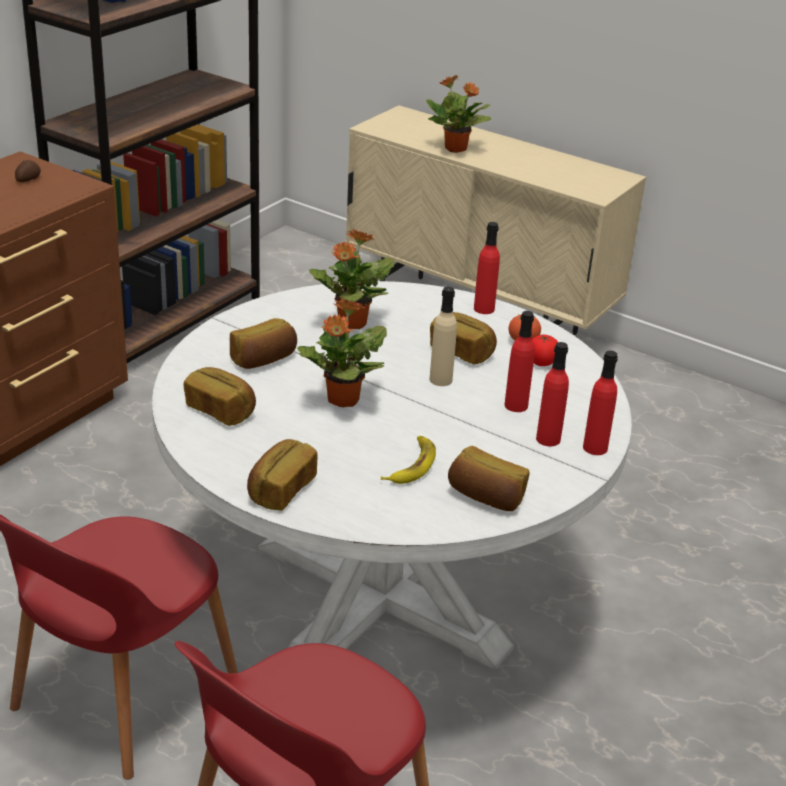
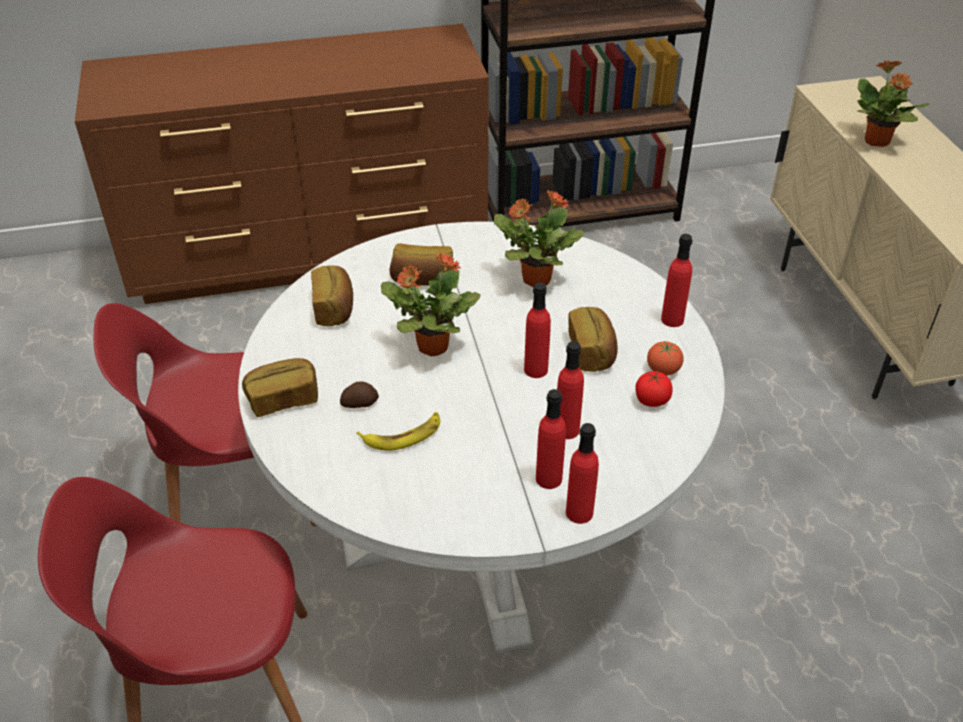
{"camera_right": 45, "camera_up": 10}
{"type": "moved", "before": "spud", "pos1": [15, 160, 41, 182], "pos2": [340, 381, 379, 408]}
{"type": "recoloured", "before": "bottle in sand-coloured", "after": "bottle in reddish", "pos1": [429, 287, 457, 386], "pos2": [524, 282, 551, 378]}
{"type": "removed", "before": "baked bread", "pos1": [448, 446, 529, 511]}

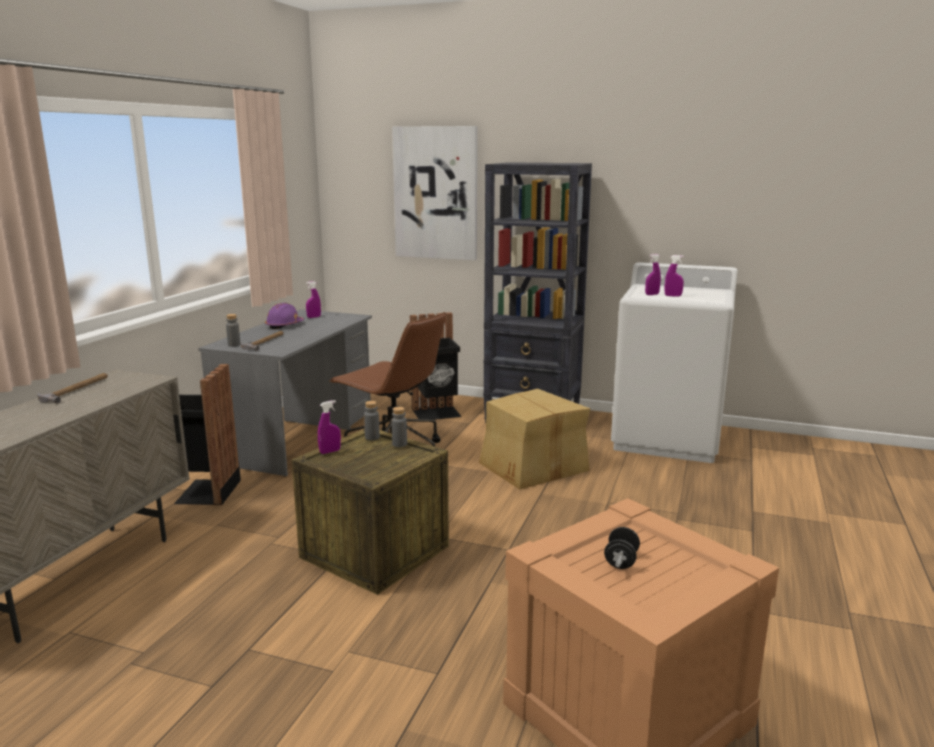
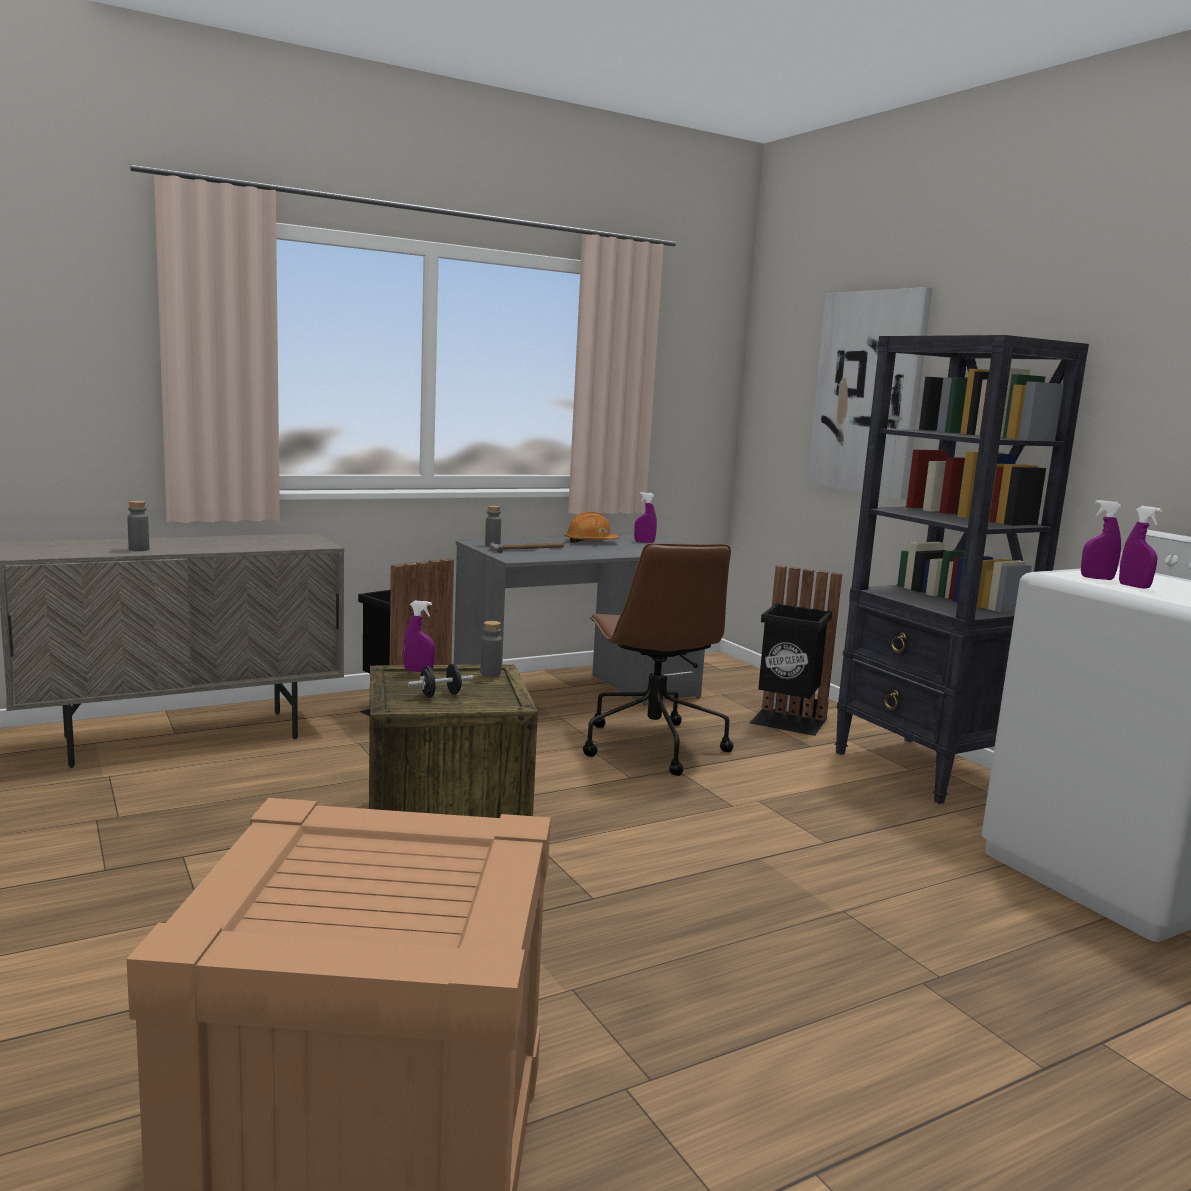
{"camera_right": 40, "camera_up": -5}
{"type": "recoloured", "before": "hard hat in purple", "after": "hard hat in orange-coloured", "pos1": [265, 303, 304, 329], "pos2": [565, 511, 619, 543]}
{"type": "removed", "before": "tool hammer", "pos1": [37, 373, 108, 403]}
{"type": "removed", "before": "packing box", "pos1": [479, 389, 590, 490]}
{"type": "moved", "before": "bottle in gray", "pos1": [392, 407, 407, 447], "pos2": [127, 501, 149, 551]}
{"type": "moved", "before": "free weight in black", "pos1": [604, 527, 640, 569], "pos2": [408, 664, 474, 698]}

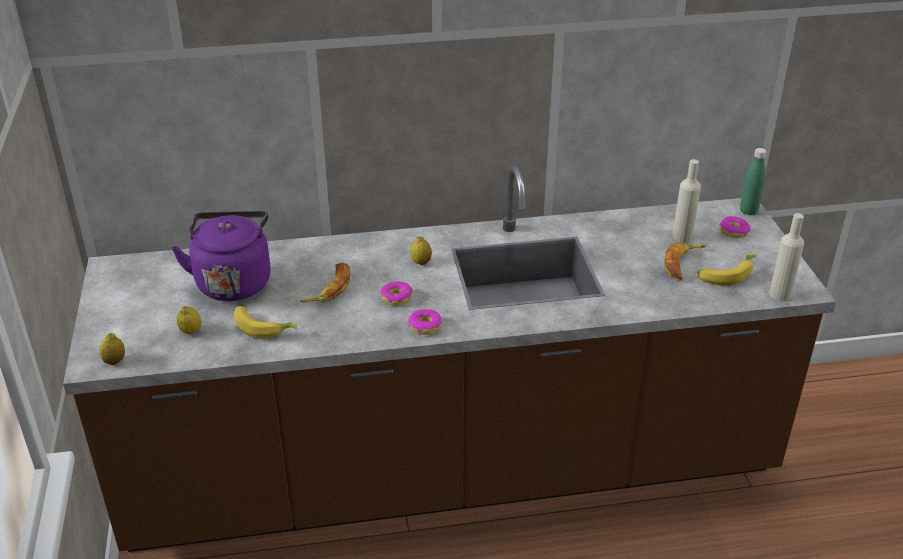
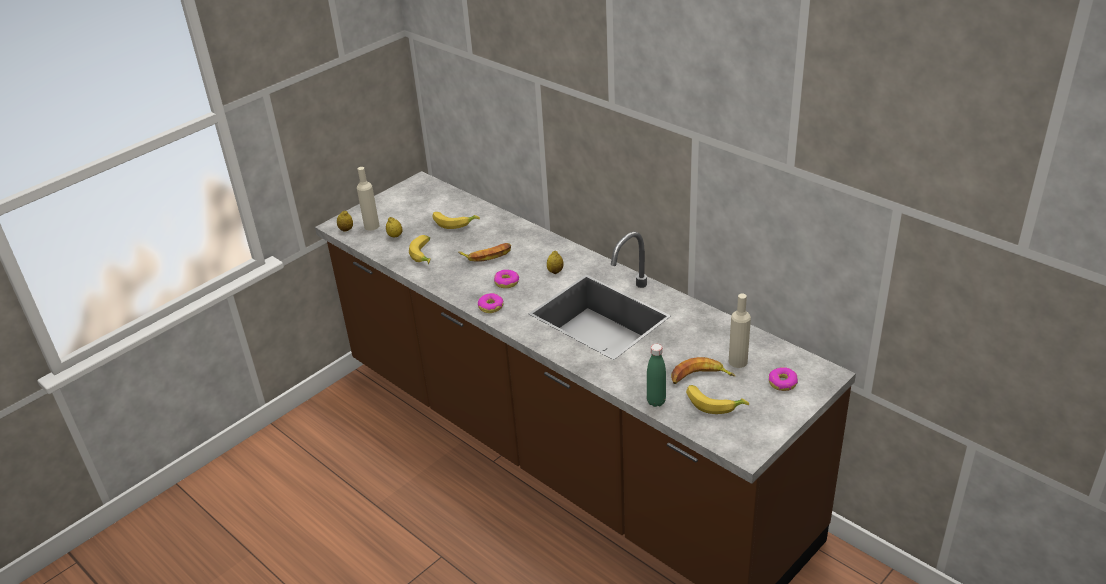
{"camera_right": 55, "camera_up": 0}
{"type": "moved", "before": "bottle in green-coloured", "pos1": [740, 148, 767, 215], "pos2": [647, 344, 666, 407]}
{"type": "replaced", "before": "tea kettle in purple", "after": "whole banana", "pos1": [171, 211, 271, 301], "pos2": [432, 212, 480, 229]}
{"type": "moved", "before": "bottle in sand-coloured", "pos1": [769, 213, 804, 301], "pos2": [357, 167, 379, 231]}

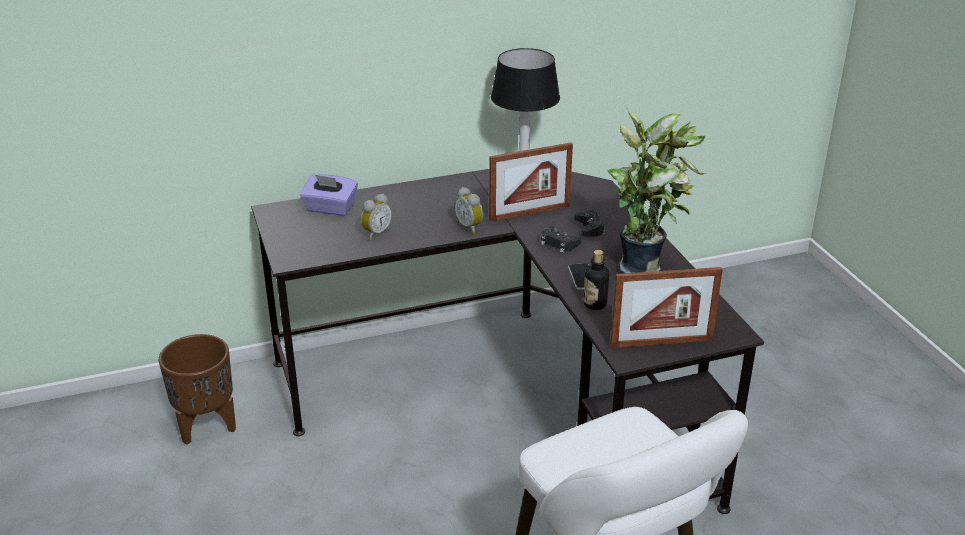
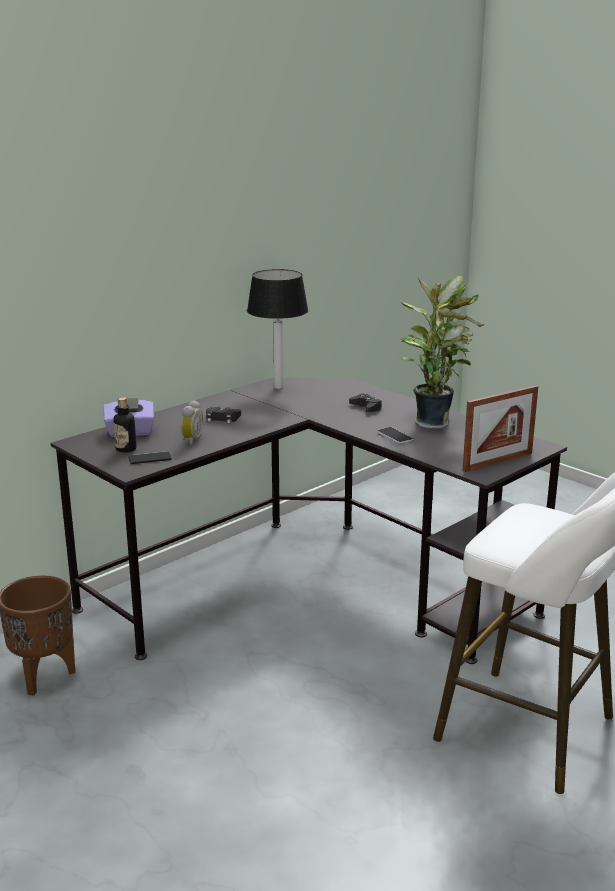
{"camera_right": -25, "camera_up": -10}
{"type": "removed", "before": "photo frame", "pos1": [489, 143, 573, 222]}
{"type": "removed", "before": "alarm clock", "pos1": [455, 187, 483, 234]}
{"type": "moved", "before": "joypad in black", "pos1": [541, 226, 581, 253], "pos2": [206, 406, 241, 423]}
{"type": "moved", "before": "bottle", "pos1": [583, 250, 609, 310], "pos2": [113, 397, 136, 453]}
{"type": "added", "after": "handset", "pos2": [128, 451, 172, 464]}

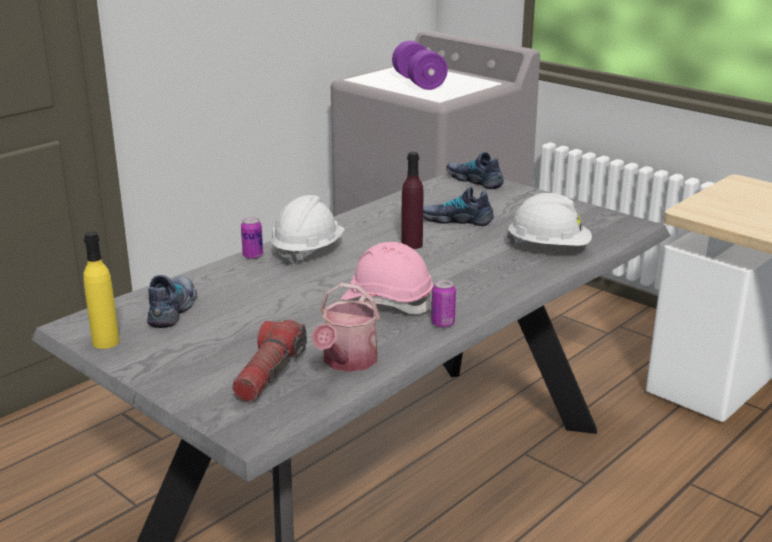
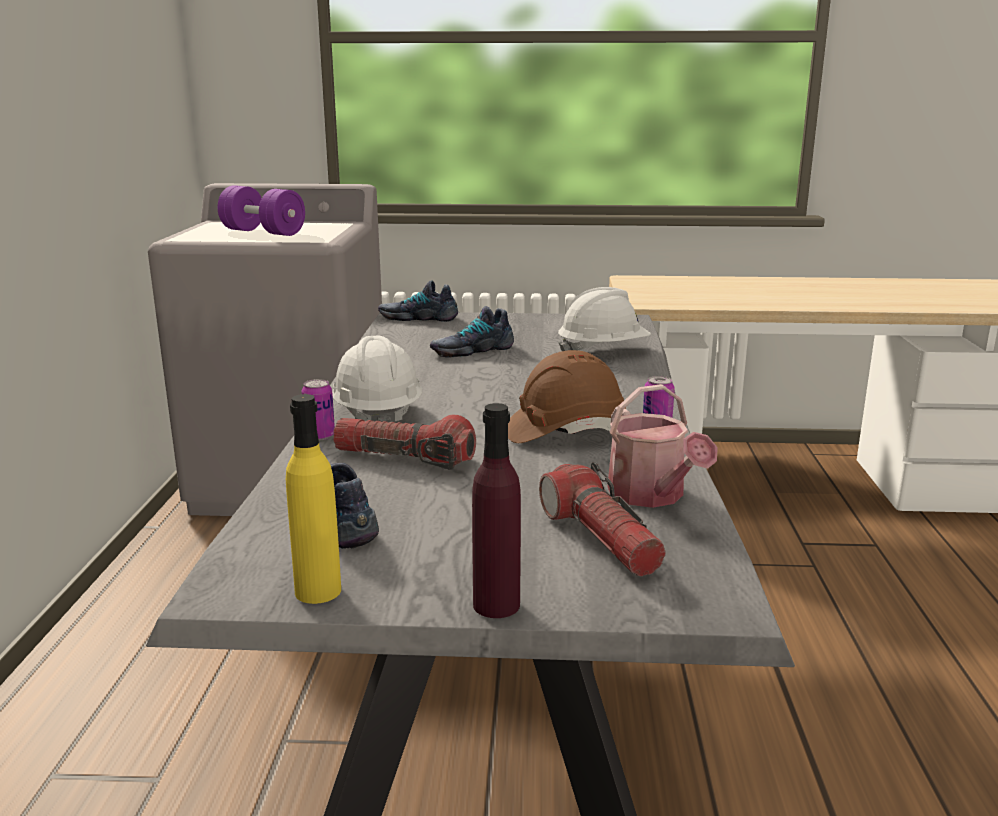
{"camera_right": -40, "camera_up": -5}
{"type": "moved", "before": "bottle in purple", "pos1": [401, 152, 423, 249], "pos2": [472, 403, 521, 618]}
{"type": "recoloured", "before": "hard hat in pinkish", "after": "hard hat in brownish", "pos1": [341, 242, 433, 314], "pos2": [508, 350, 626, 443]}
{"type": "added", "after": "flashlight", "pos2": [333, 415, 476, 470]}

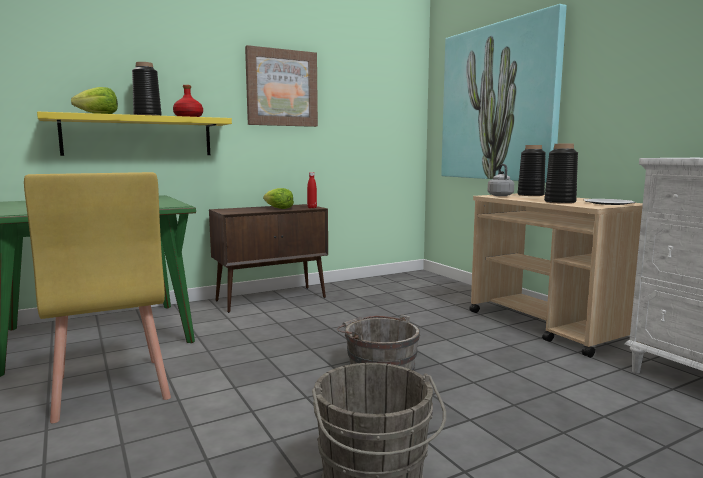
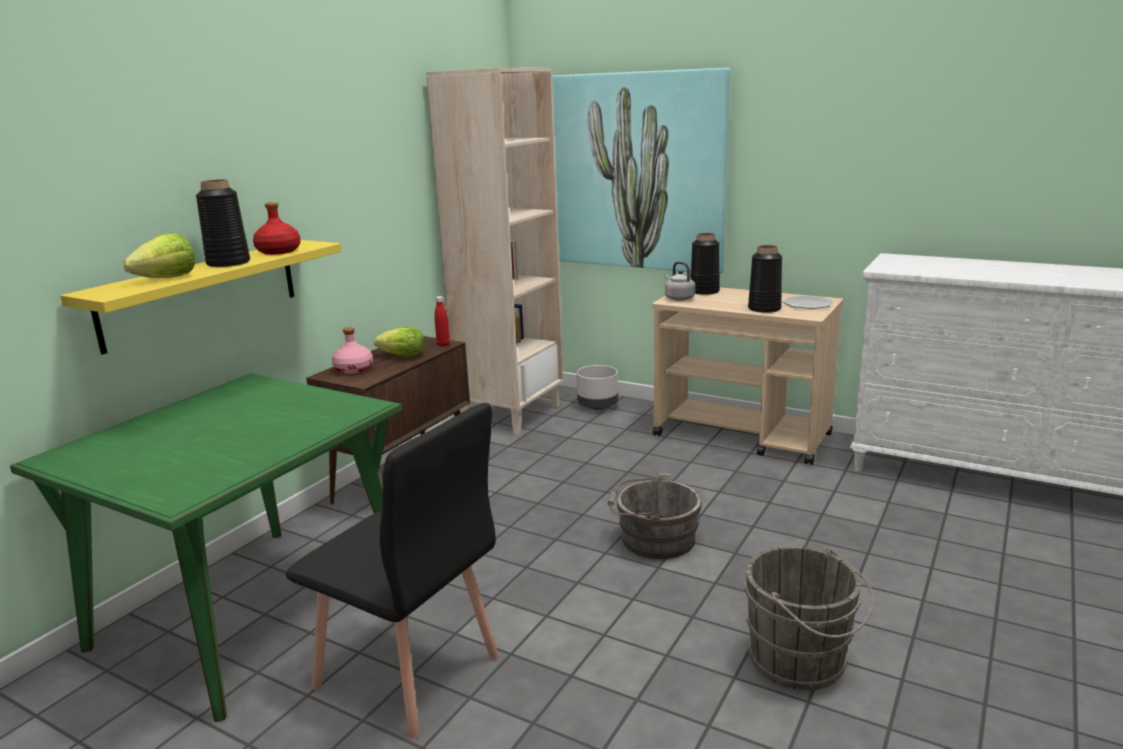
{"camera_right": -30, "camera_up": 10}
{"type": "removed", "before": "wall picture", "pos1": [245, 45, 318, 127]}
{"type": "recoloured", "before": "chair in yellow-coloured", "after": "chair in black", "pos1": [24, 172, 171, 423], "pos2": [286, 403, 499, 739]}
{"type": "added", "after": "bookcase in sand-coloured", "pos2": [426, 68, 564, 435]}
{"type": "added", "after": "bottle in pinkish", "pos2": [332, 327, 373, 374]}
{"type": "added", "after": "flower pot in gray", "pos2": [577, 365, 618, 410]}

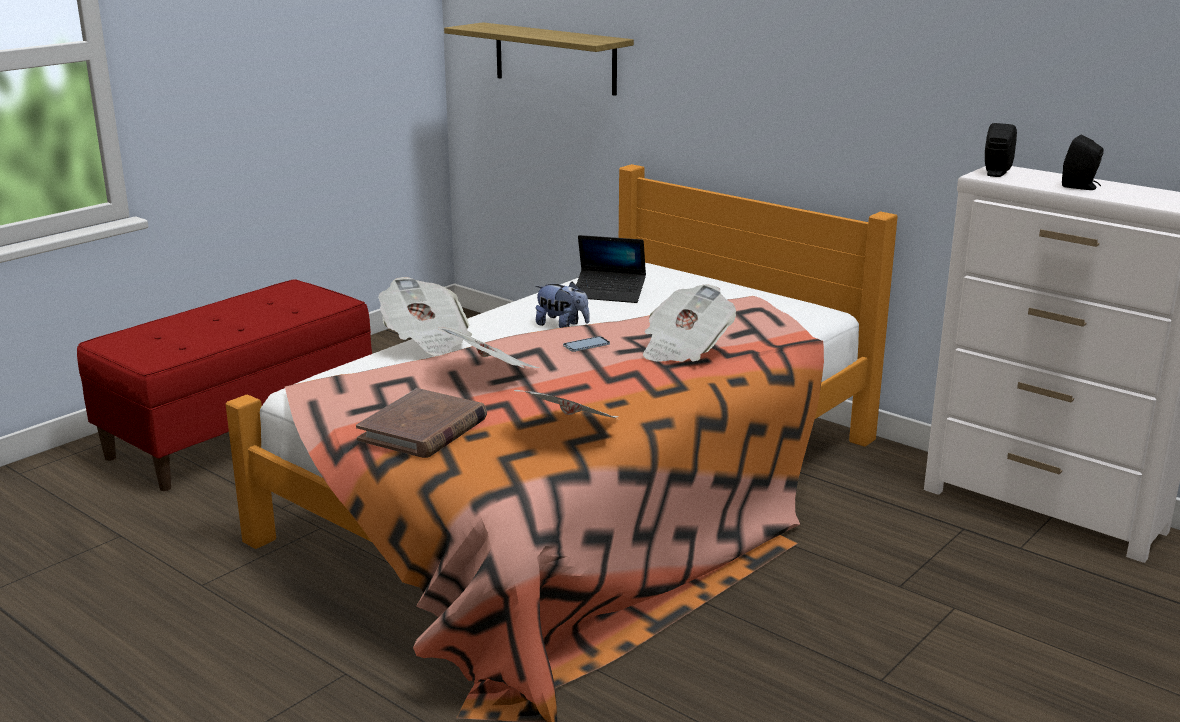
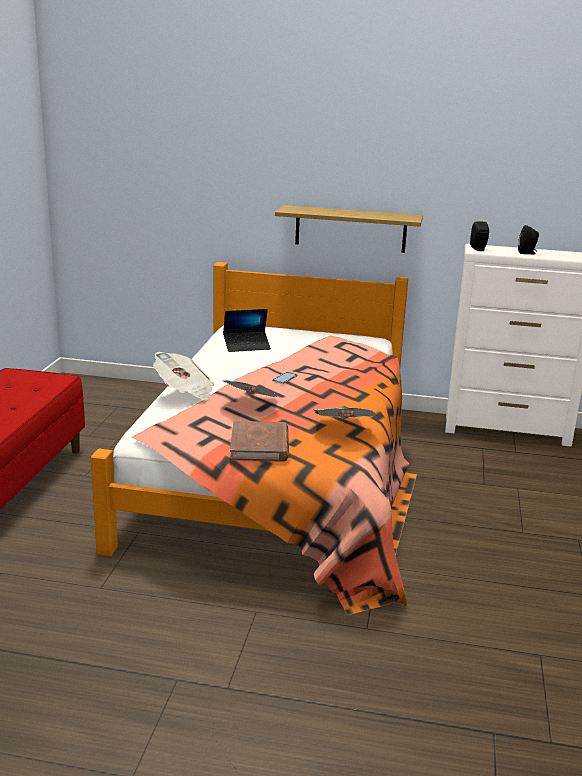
{"camera_right": -30, "camera_up": 0}
{"type": "moved", "before": "bracket shelf", "pos1": [444, 22, 634, 96], "pos2": [275, 205, 423, 253]}
{"type": "removed", "before": "plush toy", "pos1": [535, 282, 590, 328]}
{"type": "removed", "before": "newspaper", "pos1": [643, 284, 736, 362]}

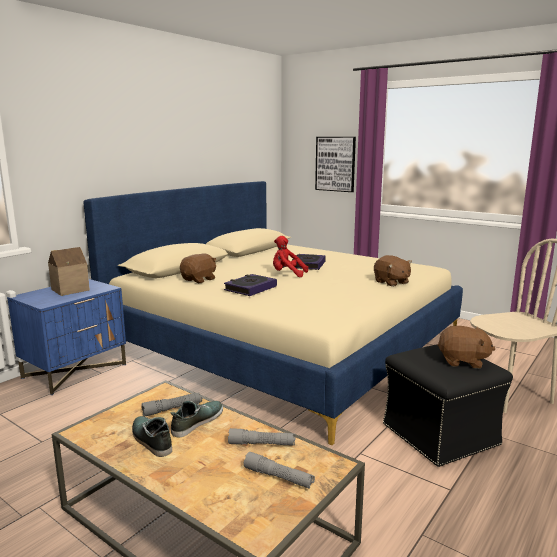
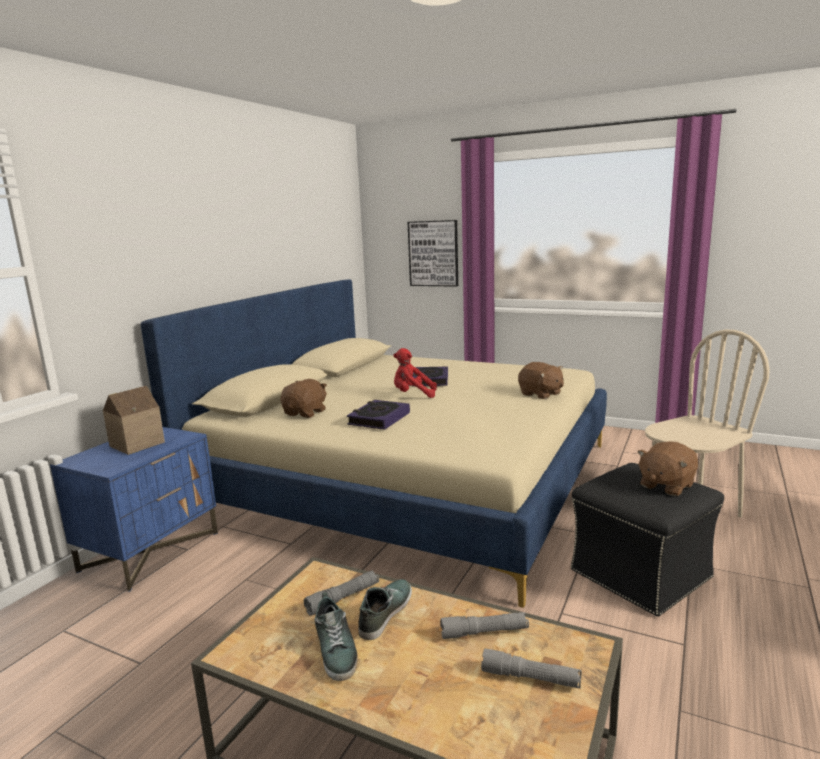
{"camera_right": -10, "camera_up": 0}
{"type": "turned", "before": "plush toy in brownish", "pos1": [437, 326, 495, 368], "pos2": [637, 441, 698, 496], "turn": 135}
{"type": "turned", "before": "low shoe", "pos1": [132, 416, 172, 457], "pos2": [314, 592, 358, 681], "turn": -150}

